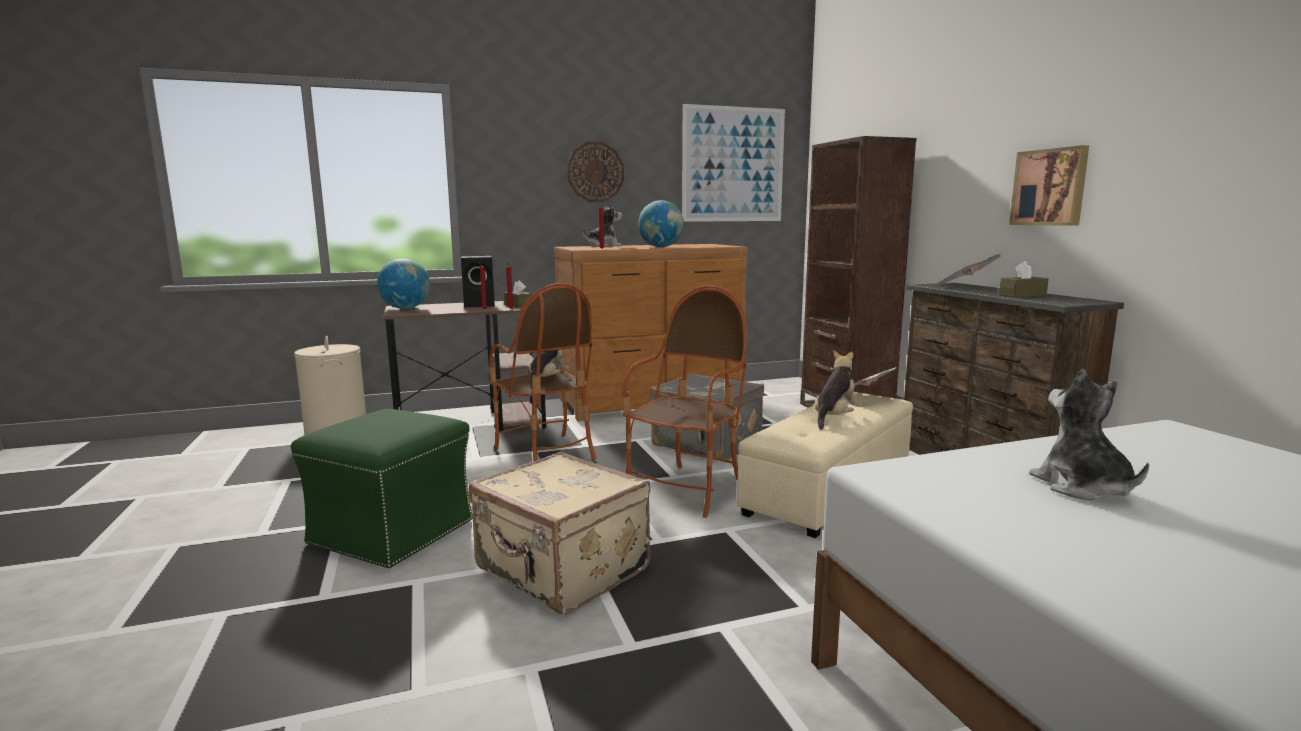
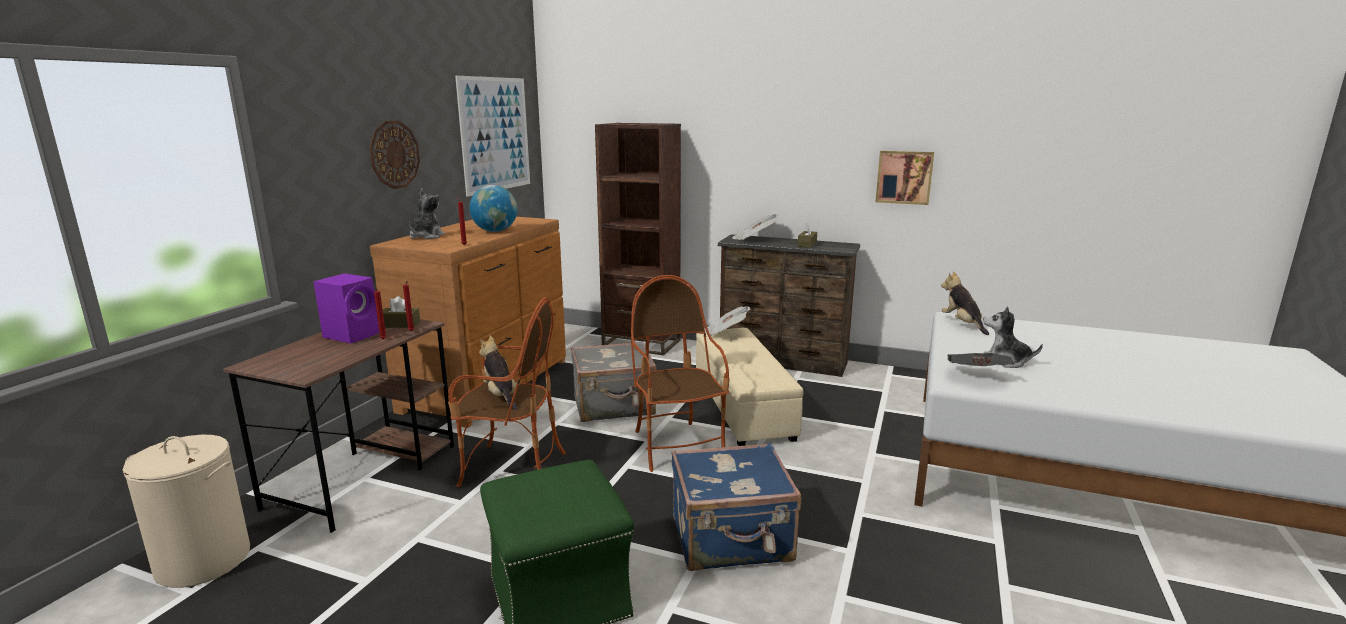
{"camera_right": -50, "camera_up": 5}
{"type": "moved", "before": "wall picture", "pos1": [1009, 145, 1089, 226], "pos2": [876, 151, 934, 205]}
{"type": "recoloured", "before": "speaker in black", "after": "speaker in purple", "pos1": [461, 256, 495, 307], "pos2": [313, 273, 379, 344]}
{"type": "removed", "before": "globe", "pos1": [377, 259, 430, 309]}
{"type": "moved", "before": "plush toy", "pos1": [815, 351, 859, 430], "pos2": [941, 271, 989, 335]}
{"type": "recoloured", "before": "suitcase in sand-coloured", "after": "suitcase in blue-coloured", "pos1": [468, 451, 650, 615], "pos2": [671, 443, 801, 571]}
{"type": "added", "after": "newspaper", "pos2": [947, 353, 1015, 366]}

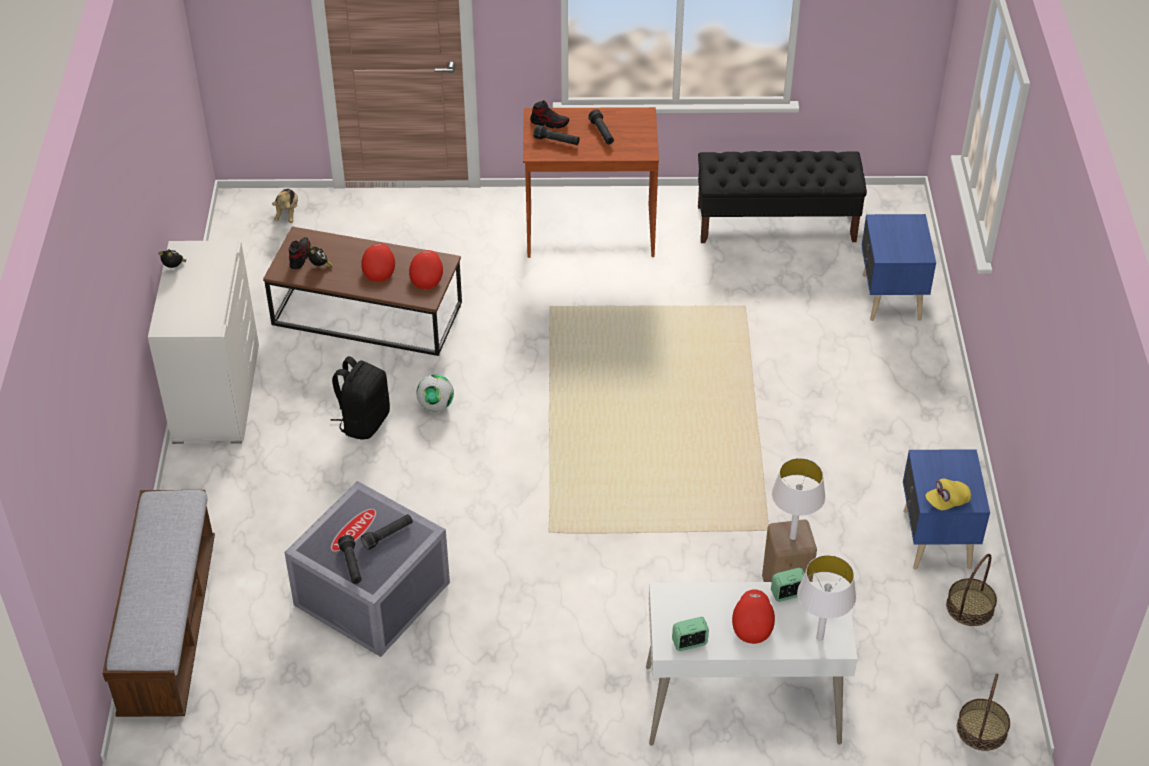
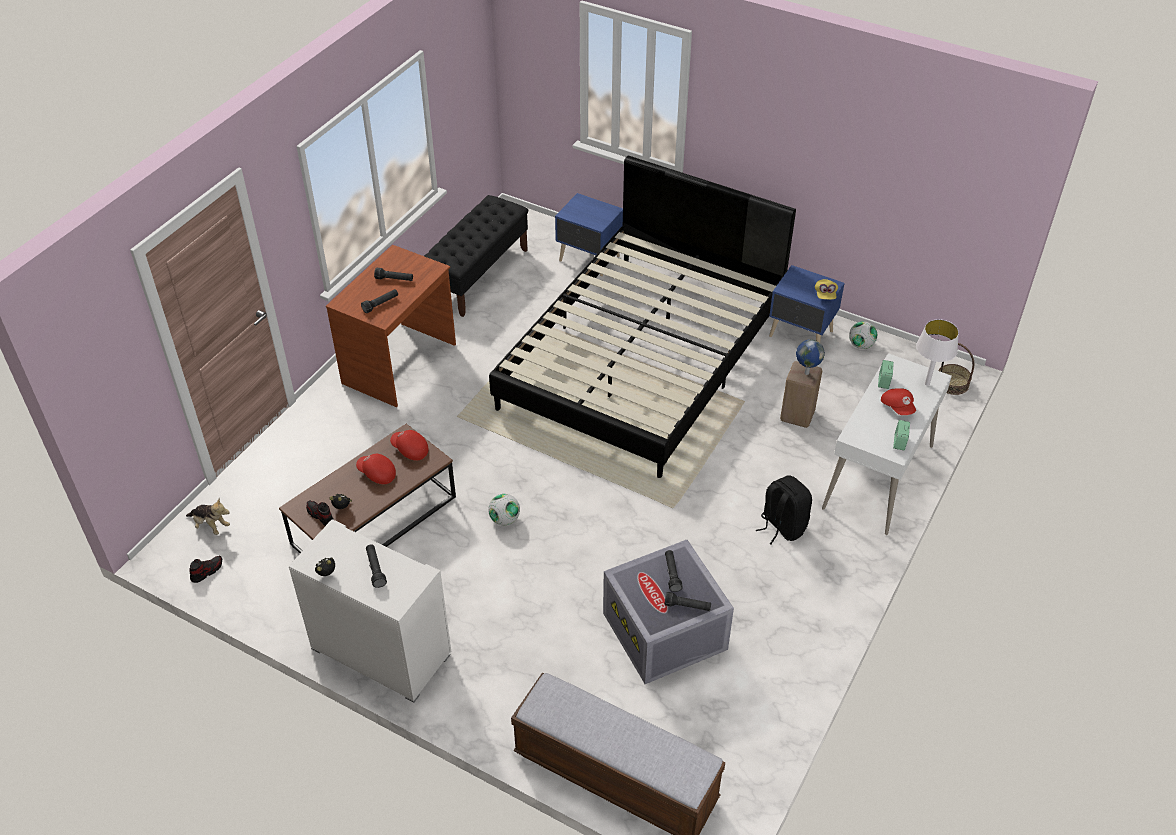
{"camera_right": -60, "camera_up": 0}
{"type": "moved", "before": "low shoe", "pos1": [530, 100, 569, 129], "pos2": [189, 555, 222, 583]}
{"type": "moved", "before": "backpack in black", "pos1": [330, 356, 390, 439], "pos2": [756, 475, 812, 544]}
{"type": "replaced", "before": "lamp for a table in white-coloured", "after": "globe", "pos1": [772, 458, 825, 540], "pos2": [796, 339, 825, 375]}
{"type": "replaced", "before": "household basket", "after": "football", "pos1": [946, 554, 997, 626], "pos2": [849, 321, 877, 349]}
{"type": "turned", "before": "cap in reddish", "pos1": [732, 589, 775, 644], "pos2": [881, 388, 916, 415], "turn": -150}
{"type": "added", "after": "bedroom bed in black", "pos2": [489, 156, 796, 478]}
{"type": "added", "after": "flashlight in black", "pos2": [366, 545, 387, 588]}

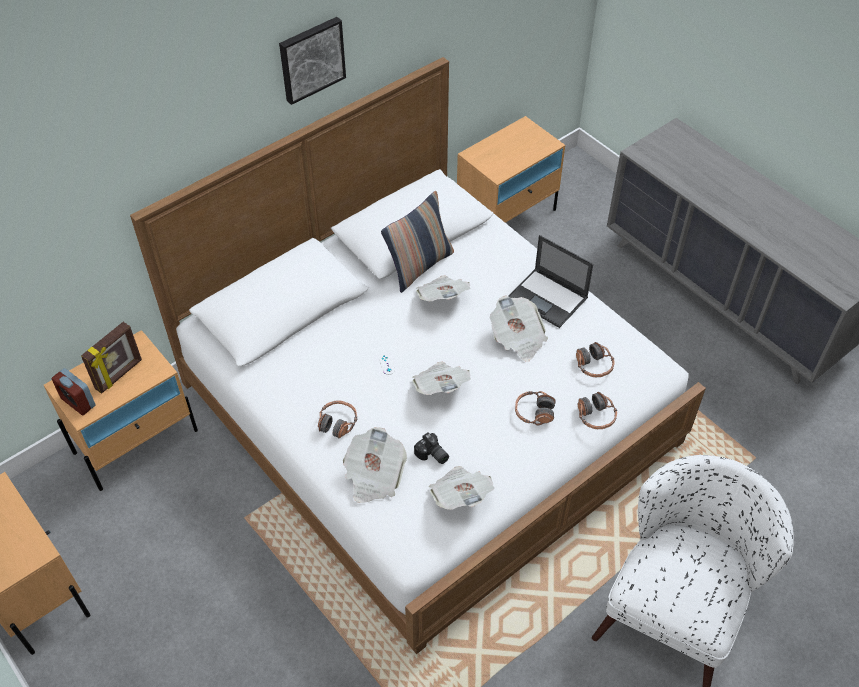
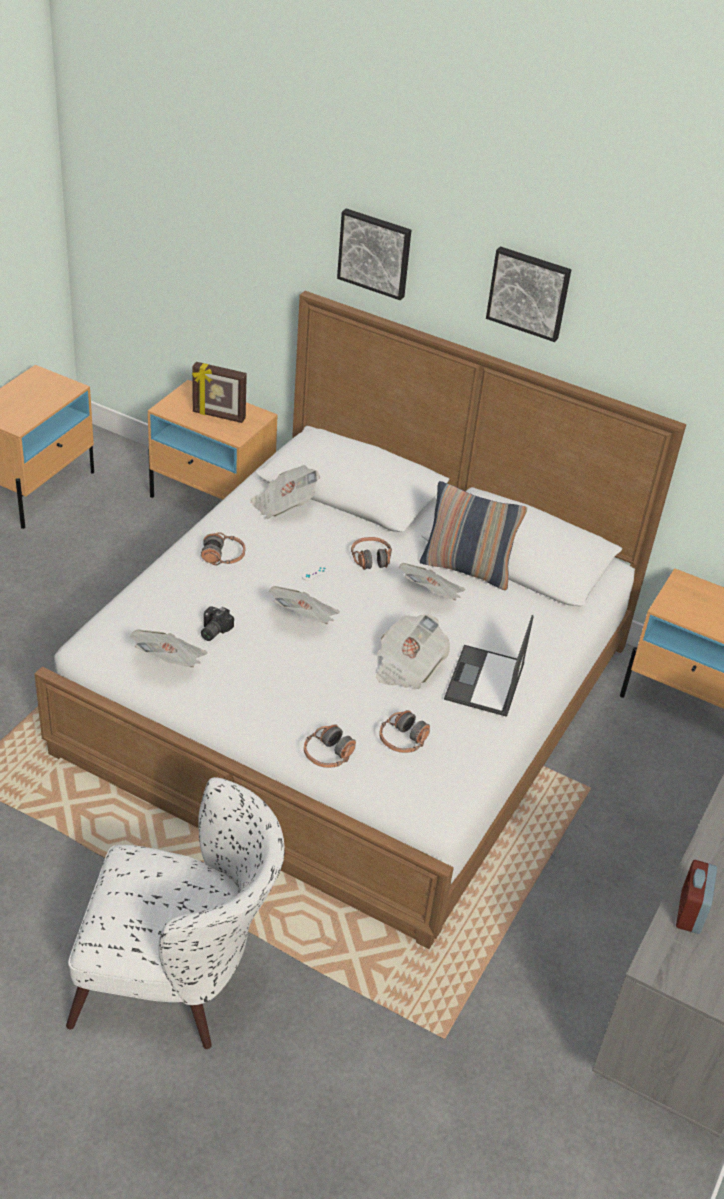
{"camera_right": 65, "camera_up": -10}
{"type": "moved", "before": "alarm clock", "pos1": [51, 368, 96, 415], "pos2": [676, 860, 717, 934]}
{"type": "moved", "before": "headphones", "pos1": [515, 391, 556, 425], "pos2": [351, 537, 392, 570]}
{"type": "moved", "before": "newspaper", "pos1": [343, 427, 407, 503], "pos2": [251, 465, 320, 519]}
{"type": "added", "after": "wall picture", "pos2": [337, 209, 411, 300]}

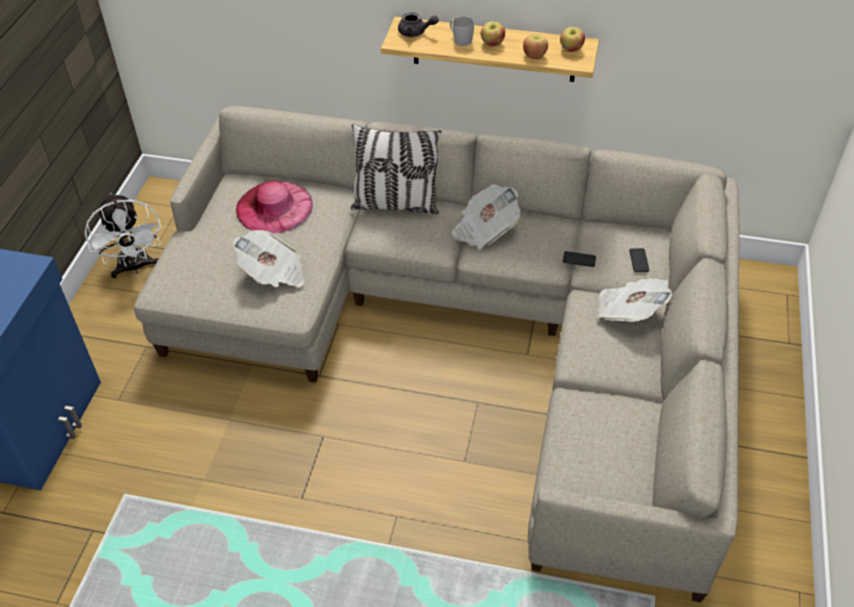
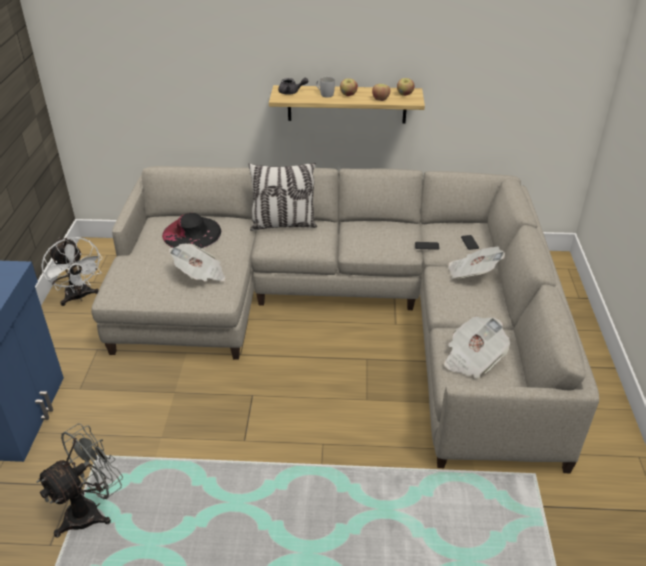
{"camera_right": -10, "camera_up": -10}
{"type": "recoloured", "before": "clothing hat in pinkish", "after": "clothing hat in black", "pos1": [236, 181, 313, 234], "pos2": [162, 213, 221, 248]}
{"type": "moved", "before": "newspaper", "pos1": [452, 184, 521, 250], "pos2": [444, 317, 510, 378]}
{"type": "added", "after": "fan in gray", "pos2": [36, 424, 123, 538]}

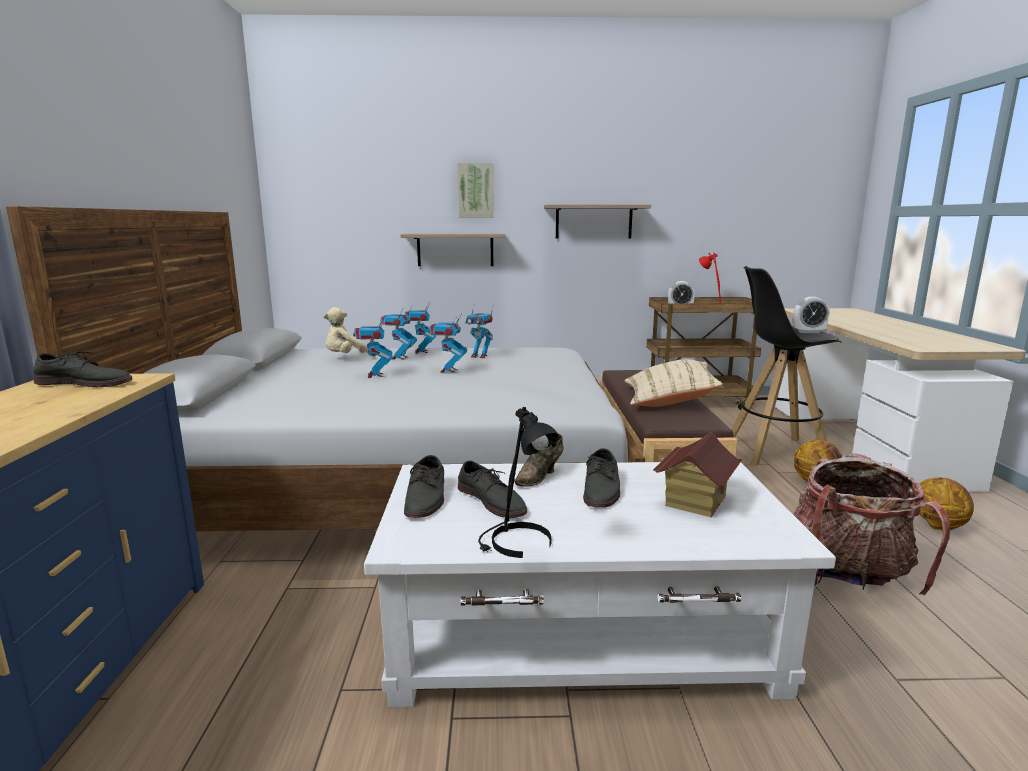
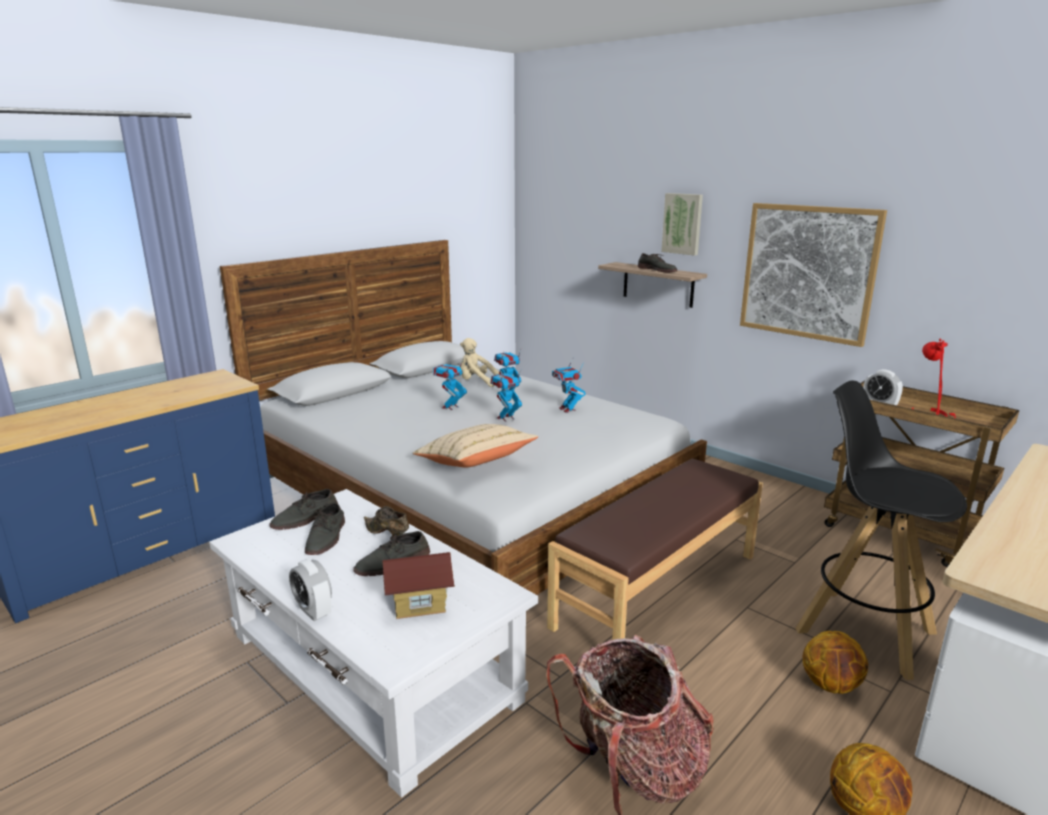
{"camera_right": 45, "camera_up": 5}
{"type": "replaced", "before": "bracket shelf", "after": "wall picture", "pos1": [544, 205, 651, 238], "pos2": [740, 203, 887, 347]}
{"type": "moved", "before": "alarm clock", "pos1": [793, 297, 830, 333], "pos2": [289, 559, 332, 621]}
{"type": "removed", "before": "robot figure", "pos1": [405, 301, 436, 354]}
{"type": "moved", "before": "low shoe in gray", "pos1": [33, 351, 132, 387], "pos2": [638, 253, 677, 272]}
{"type": "moved", "before": "cushion in sand-coloured", "pos1": [624, 359, 723, 407], "pos2": [413, 424, 538, 468]}
{"type": "removed", "before": "lamp for a table in black", "pos1": [478, 407, 559, 558]}
{"type": "turned", "before": "low shoe in brownish", "pos1": [514, 434, 564, 487], "pos2": [364, 506, 409, 538], "turn": 45}

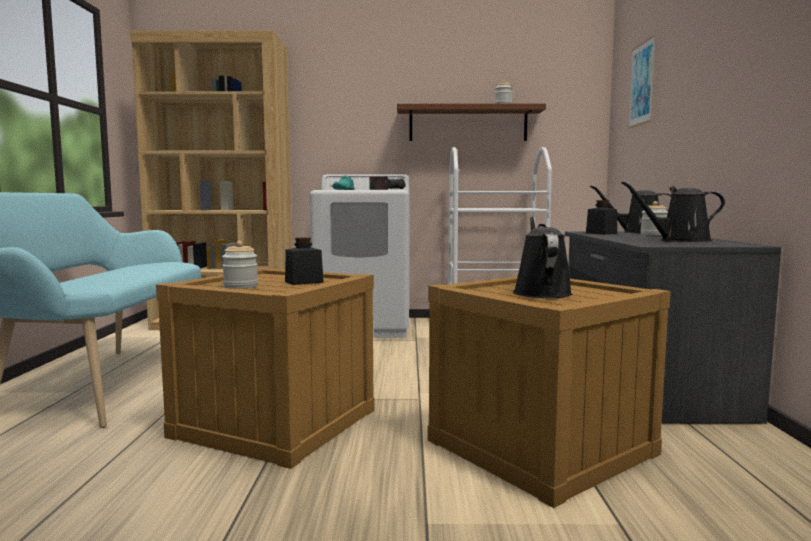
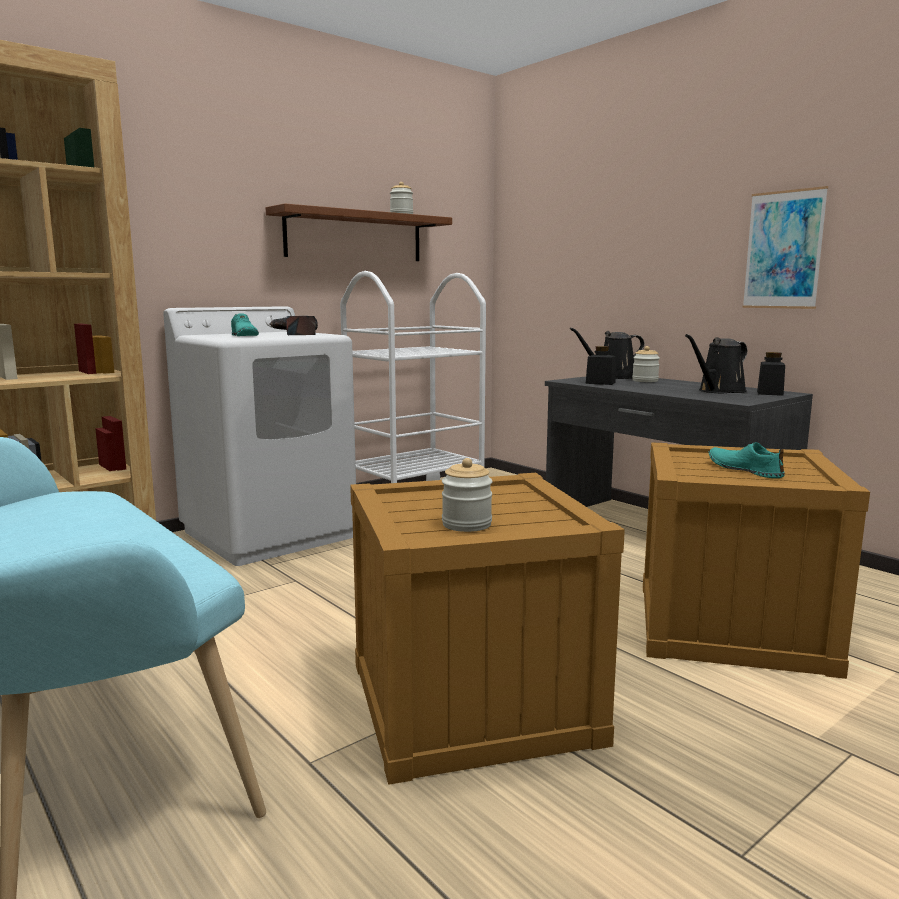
{"camera_right": -40, "camera_up": 5}
{"type": "moved", "before": "wall picture", "pos1": [628, 35, 656, 128], "pos2": [742, 186, 828, 309]}
{"type": "replaced", "before": "watering pot in black", "after": "low shoe in blue-green", "pos1": [513, 216, 572, 298], "pos2": [709, 442, 785, 478]}
{"type": "moved", "before": "preserve jar in black", "pos1": [285, 237, 324, 285], "pos2": [757, 352, 785, 396]}

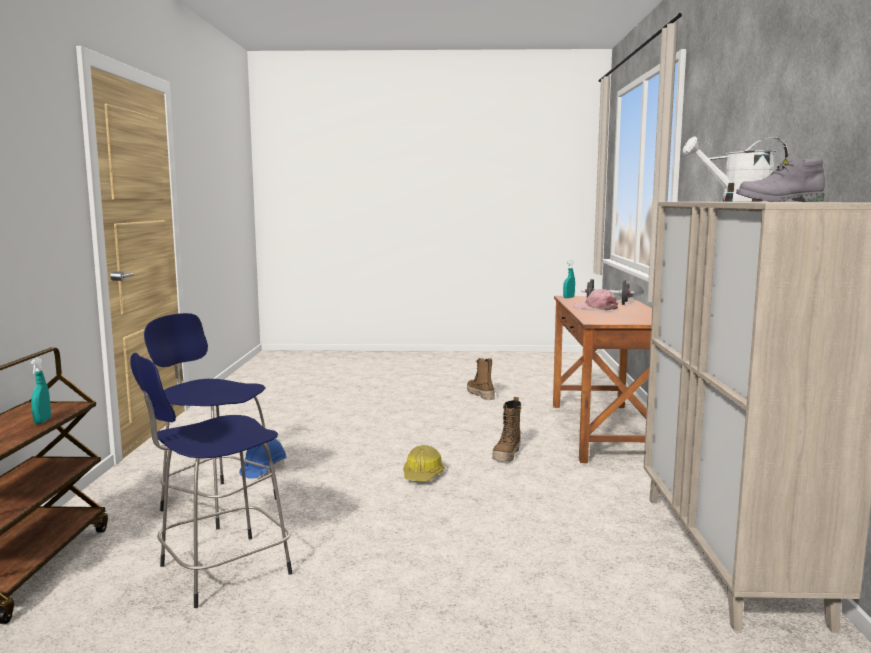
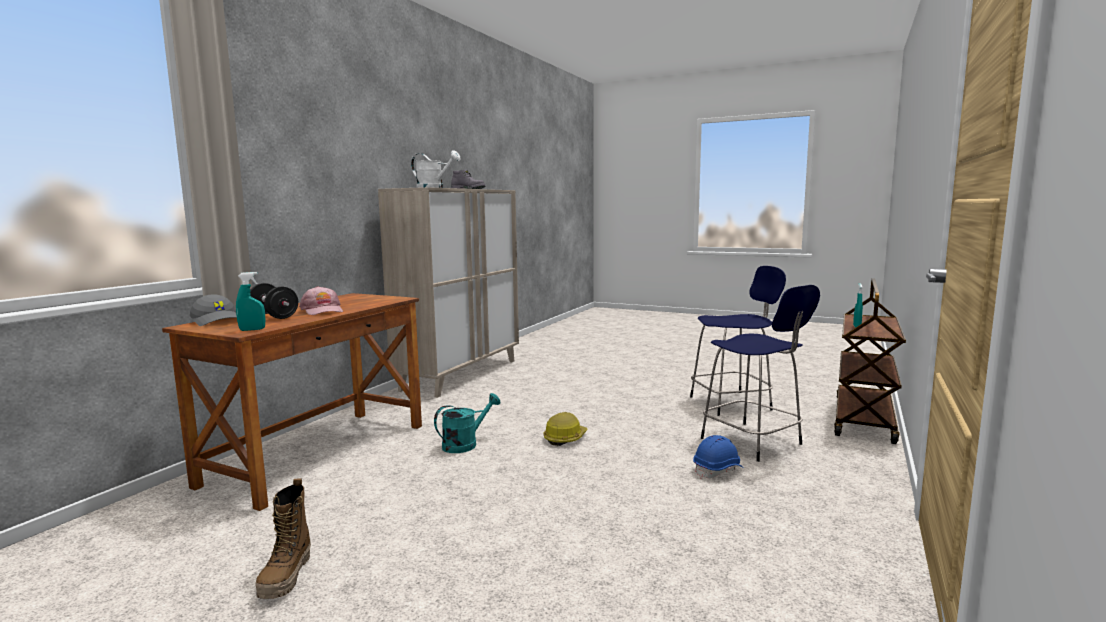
{"camera_right": -155, "camera_up": 0}
{"type": "replaced", "before": "boot", "after": "watering pot in blue-green", "pos1": [492, 397, 521, 462], "pos2": [434, 393, 501, 453]}

